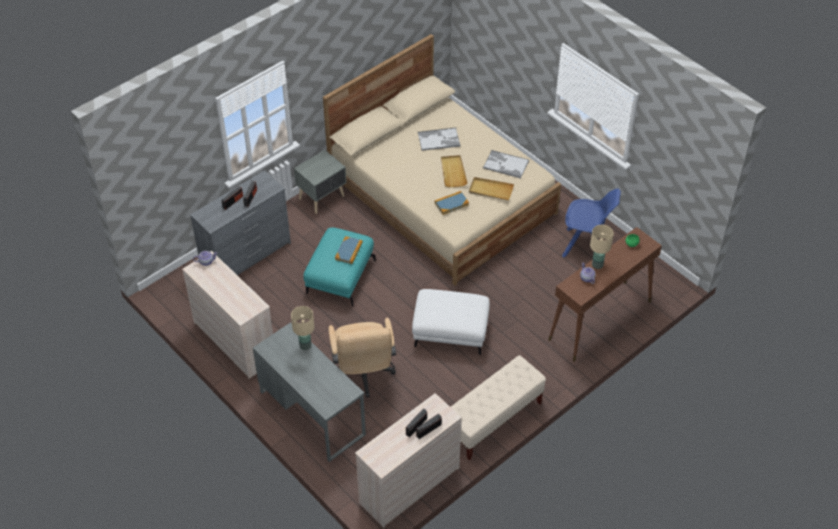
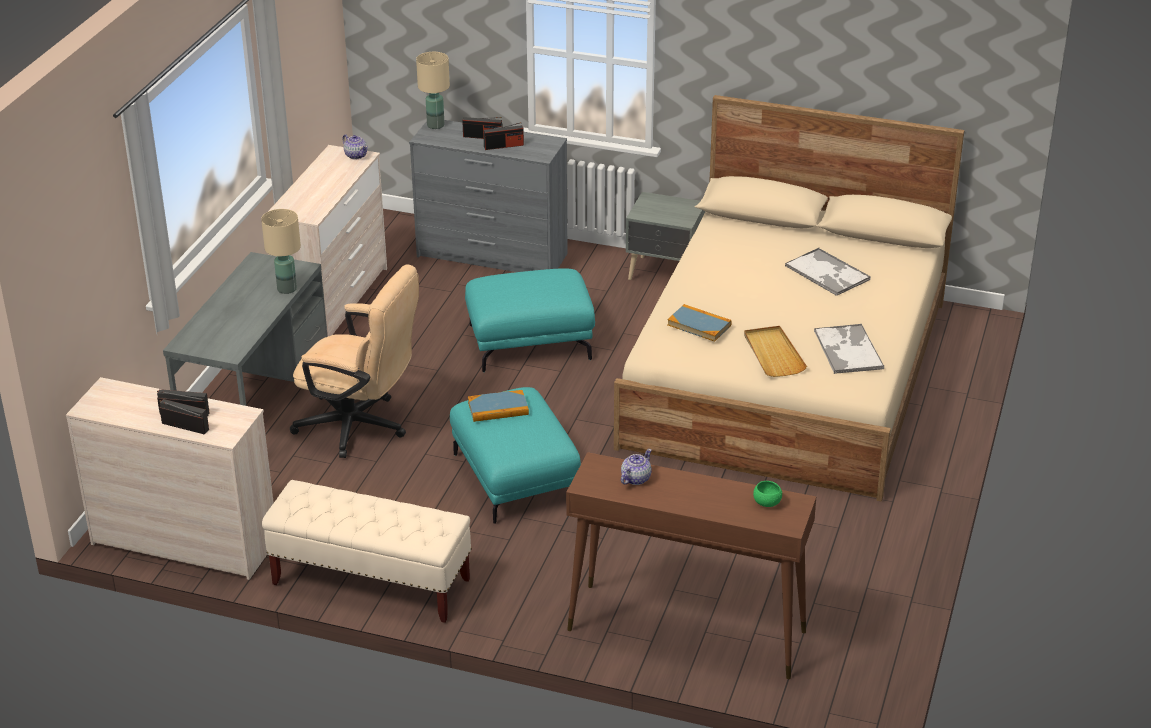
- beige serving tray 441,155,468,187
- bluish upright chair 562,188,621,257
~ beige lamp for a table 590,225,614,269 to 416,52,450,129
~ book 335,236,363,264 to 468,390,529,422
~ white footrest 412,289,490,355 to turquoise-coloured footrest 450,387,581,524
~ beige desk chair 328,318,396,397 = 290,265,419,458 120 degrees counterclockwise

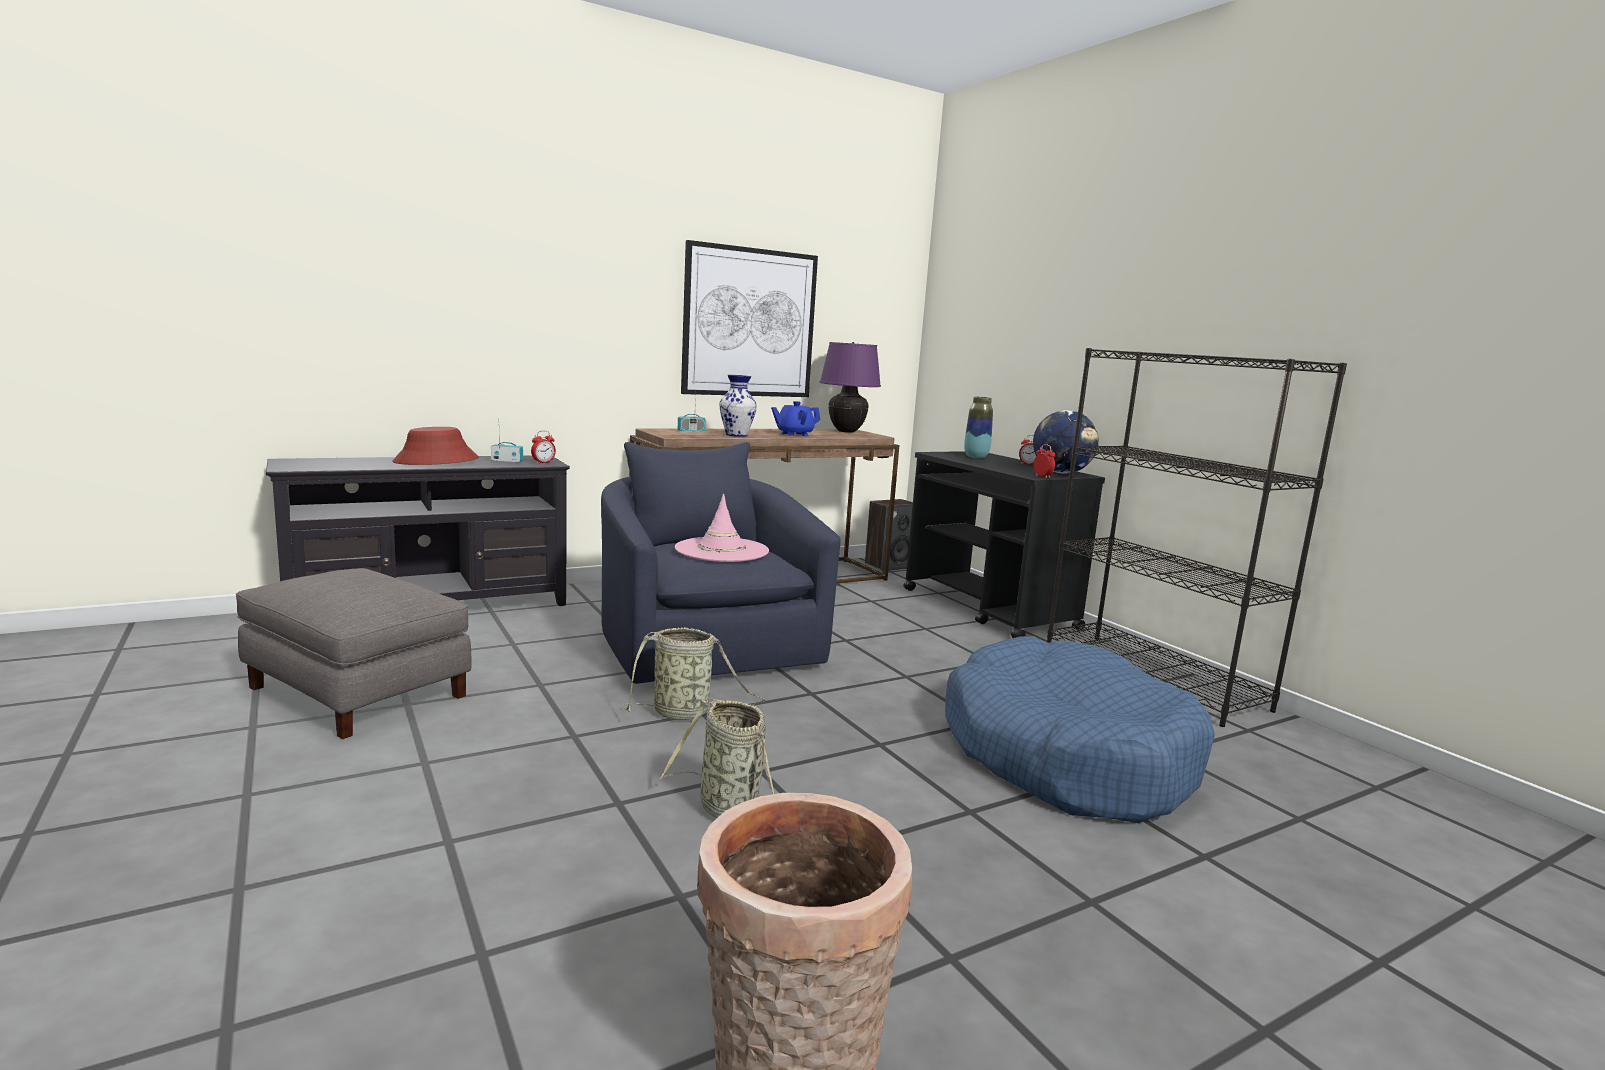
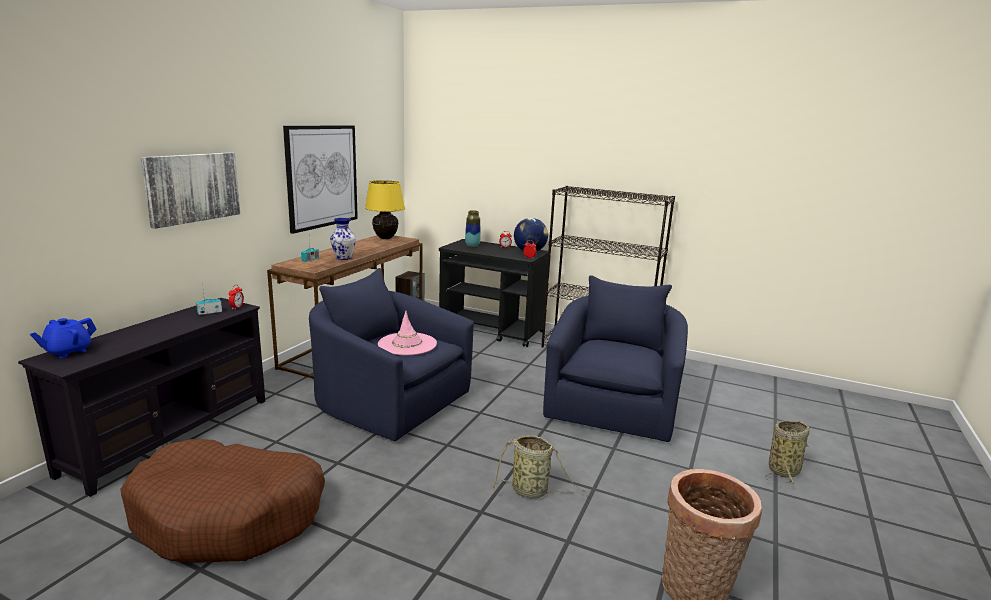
~ purplish lamp for a table 820,342,881,433 to yellowish lamp for a table 365,180,405,239
~ bluish teapot 771,401,820,436 to 30,318,97,358
- red-coloured hat 392,427,479,465
~ greyish footrest 236,568,472,739 to brownish dog cushion 120,439,325,563
~ basket 622,627,766,720 to 765,420,809,484
~ bluish dog cushion 945,636,1215,823 to bluish armchair 543,275,688,442
+ picture 141,152,240,229

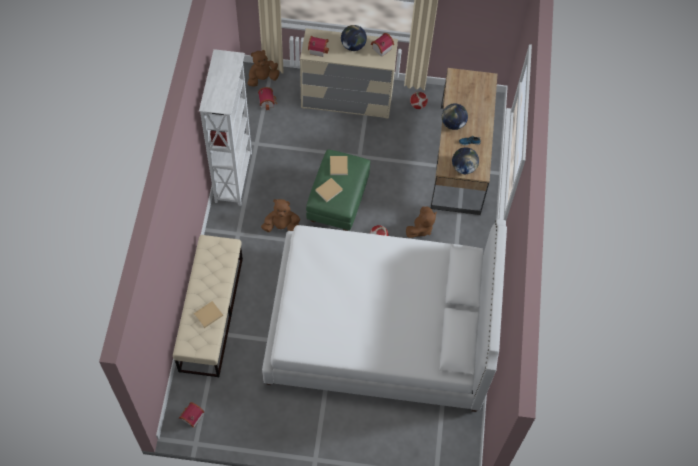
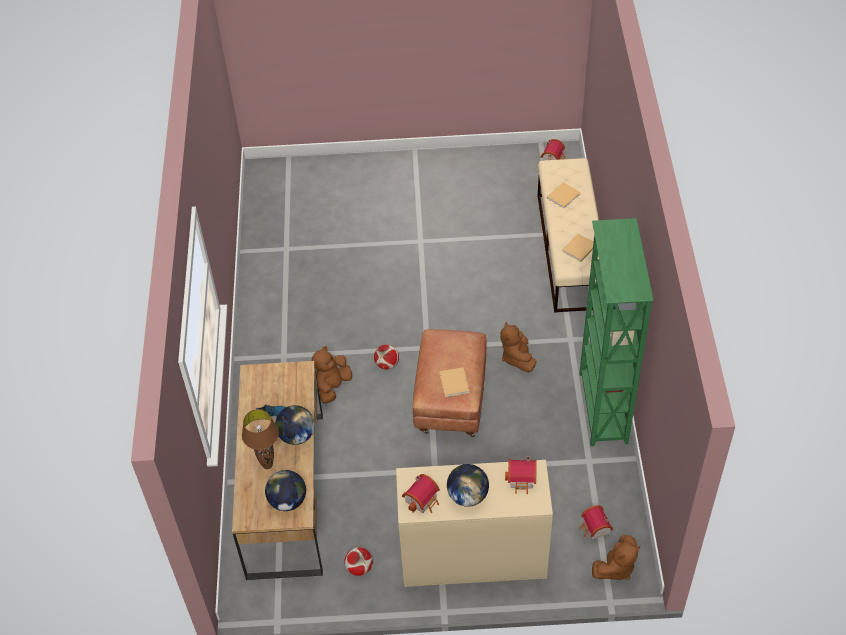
~ white bookcase 199,49,252,206 to greenish bookcase 579,218,654,446
~ globe 452,147,479,174 to 265,470,306,511
~ greenish footrest 306,150,370,231 to brownish footrest 413,329,487,437
~ beige book 315,178,343,202 to 562,234,593,262
~ brownish soft toy 261,199,300,232 = 500,322,536,372 90 degrees clockwise
- white sleeping bed 262,219,507,412
+ brownish lamp for a table 242,409,279,469

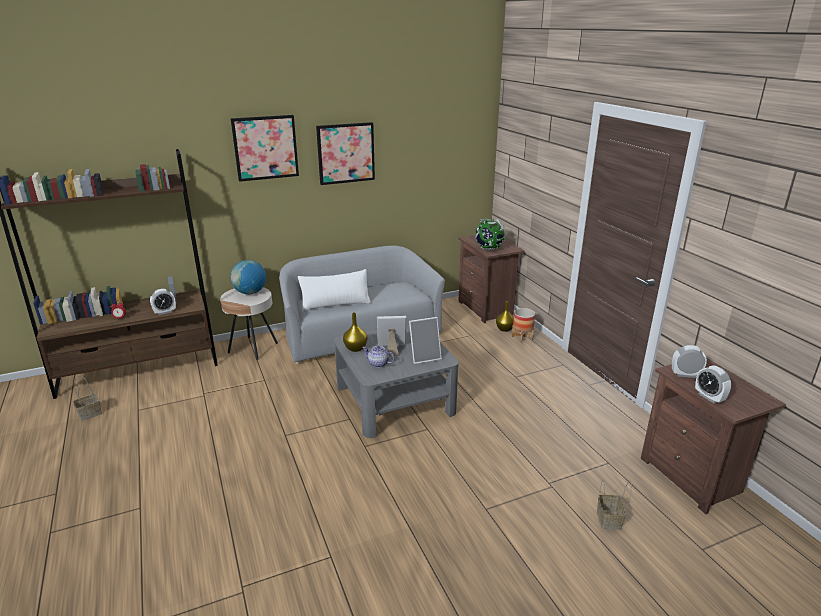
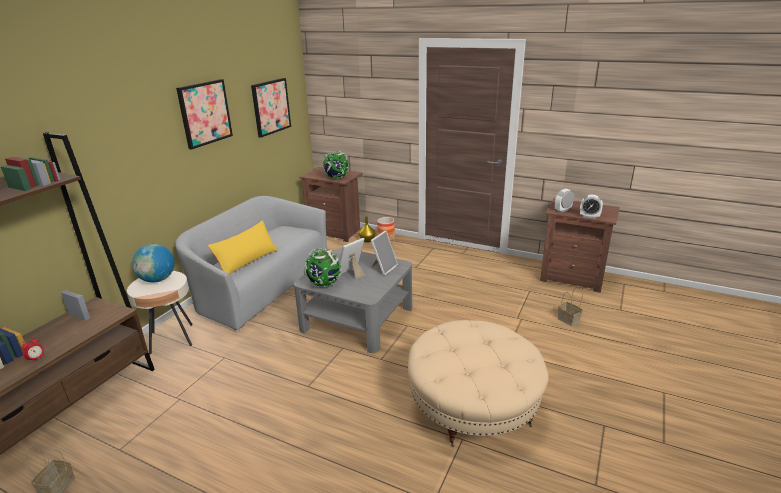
~ picture 231,115,299,182 to 251,78,291,138
~ white cushion 298,269,371,312 to yellowish cushion 208,220,278,274
- table clock 150,289,176,315
~ yellowish decorative vase 343,313,367,352 to globe 304,248,342,288
- teapot 362,345,395,368
+ beige footrest 408,320,549,447

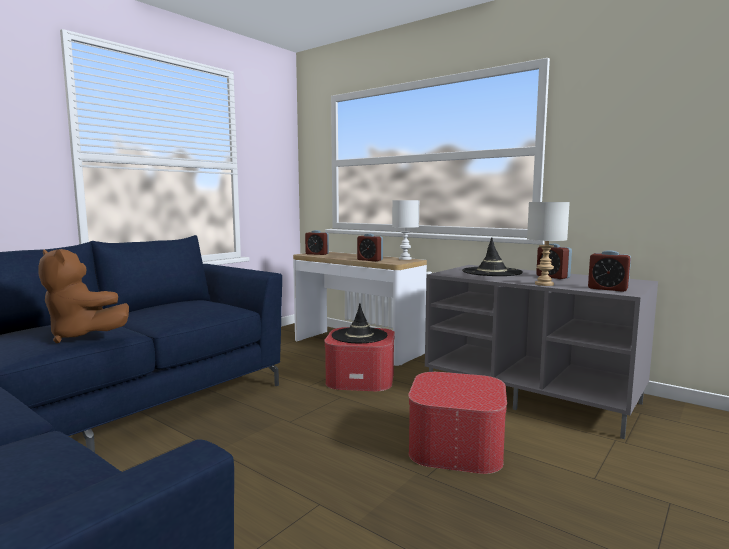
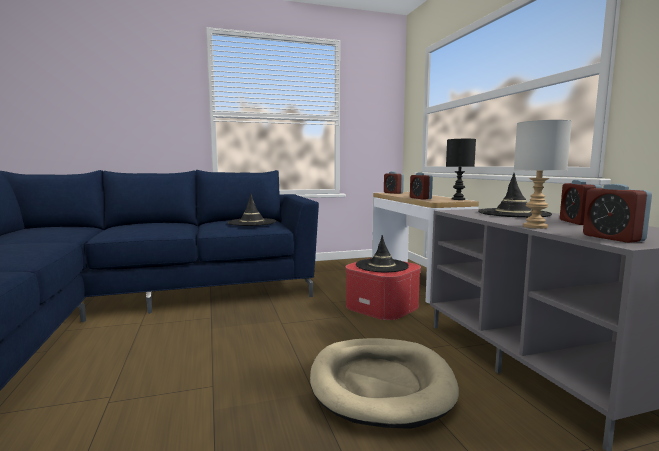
~ white lamp for a table 392,200,419,260 to black lamp for a table 446,139,476,200
- brownish soft toy 38,249,129,343
~ footrest 409,372,507,474 to beige dog cushion 310,338,459,428
+ black hat 227,194,277,226

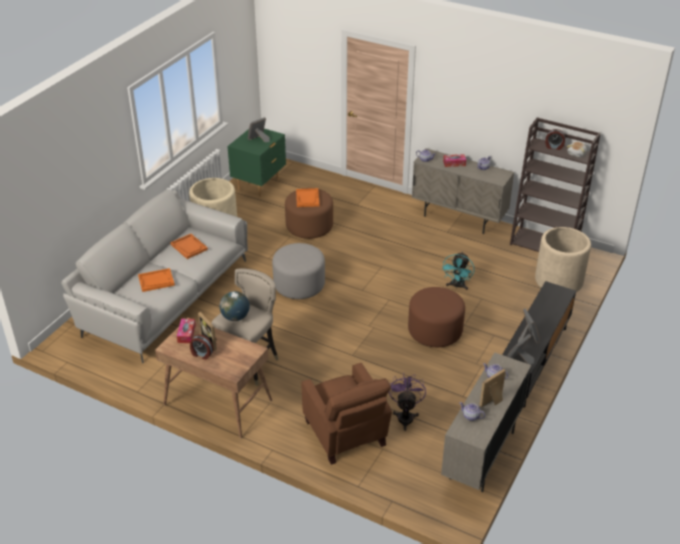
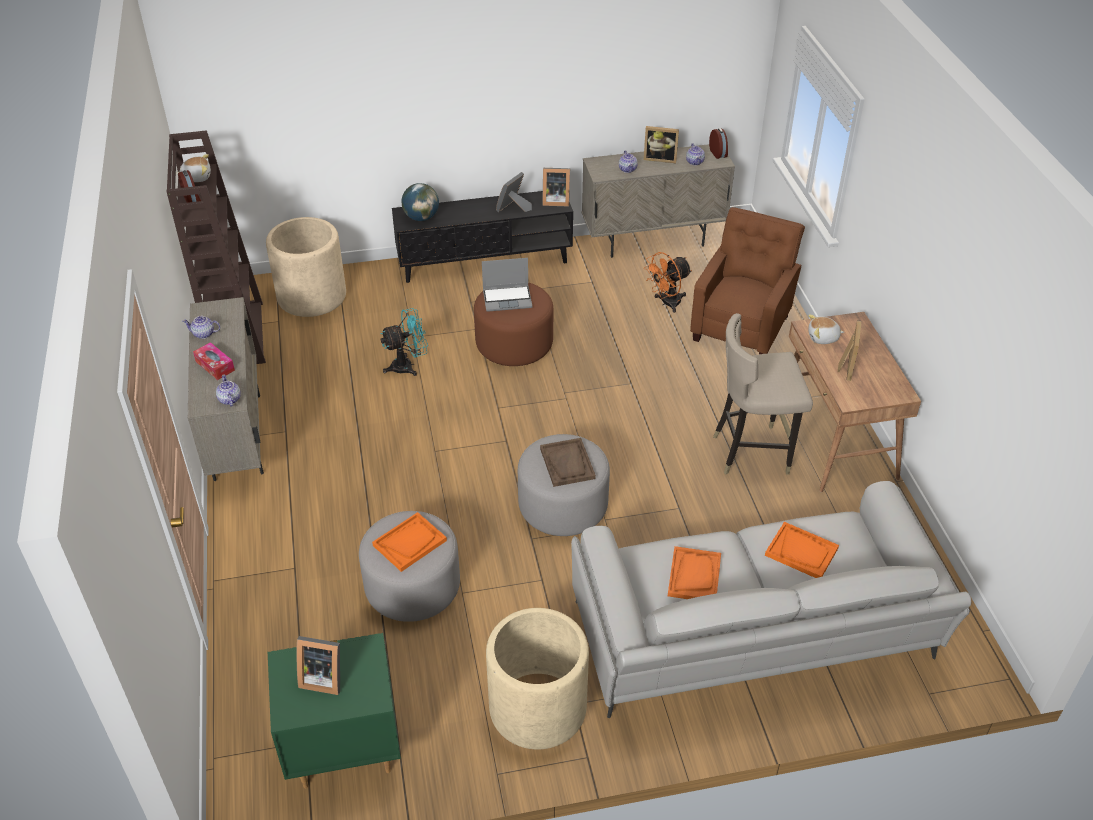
~ brownish footrest 285,188,333,239 to greyish footrest 359,511,460,622
~ globe 220,291,250,321 to 401,183,439,221
- tissue box 177,319,196,343
~ table clock 190,335,214,360 to 709,128,728,159
~ purplish fan 389,373,426,431 to orangey fan 644,252,692,313
+ laptop 482,258,532,312
+ soft toy 808,315,844,344
+ brownish serving tray 540,438,596,487

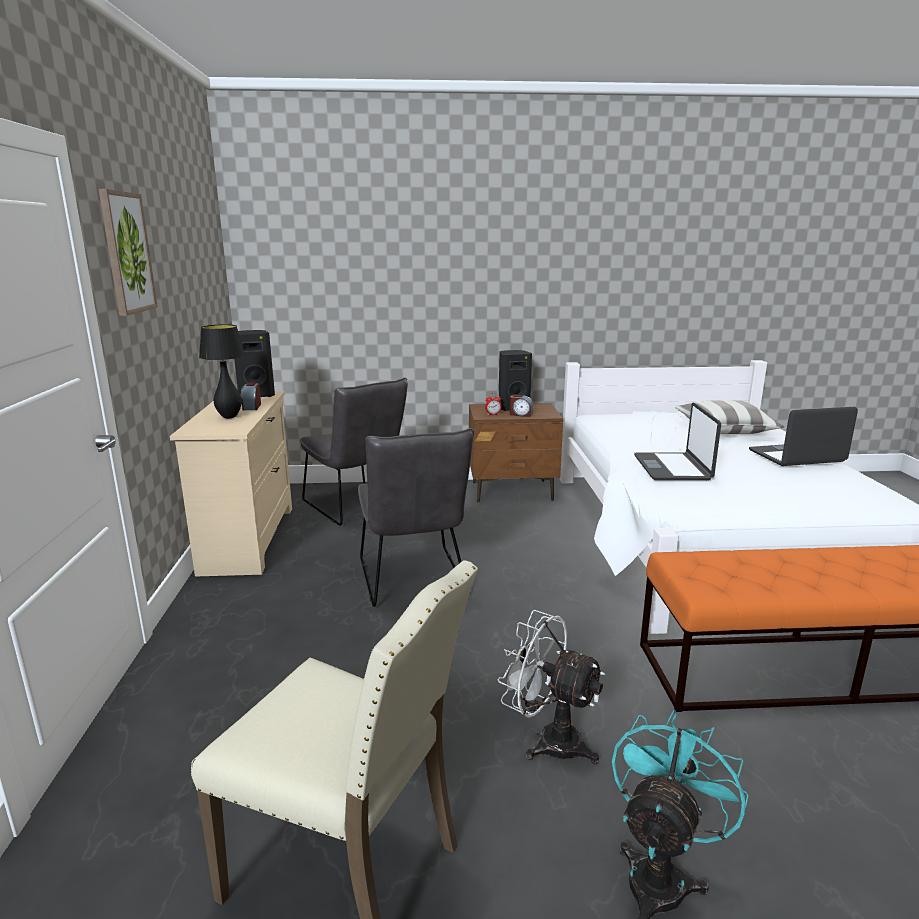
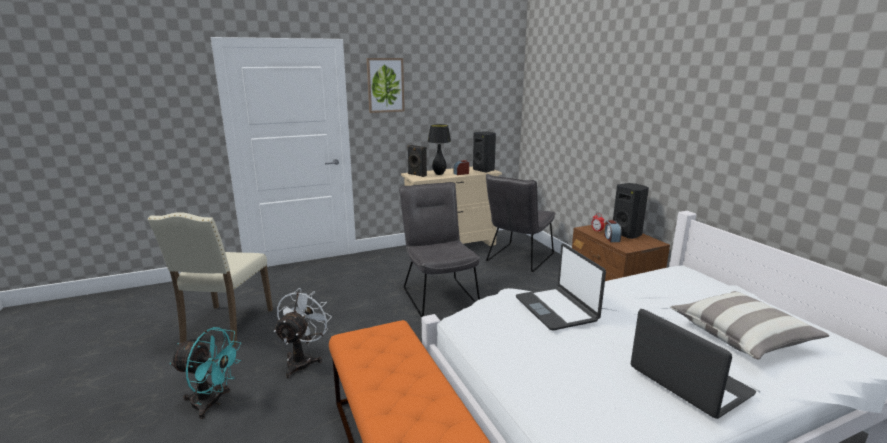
~ laptop 634,402,721,480 = 516,244,606,331 90 degrees counterclockwise
~ greyish upright chair 358,428,474,607 = 399,182,480,318 105 degrees clockwise
+ black loudspeaker 407,145,427,177

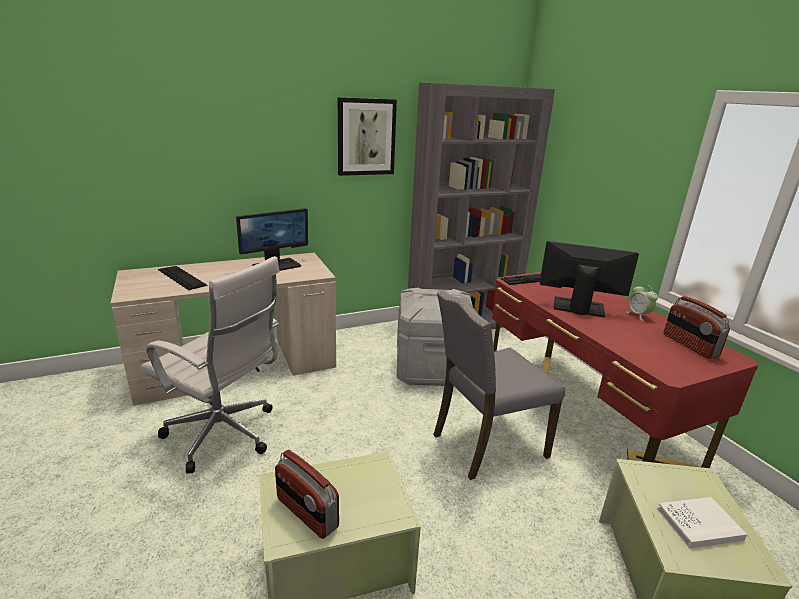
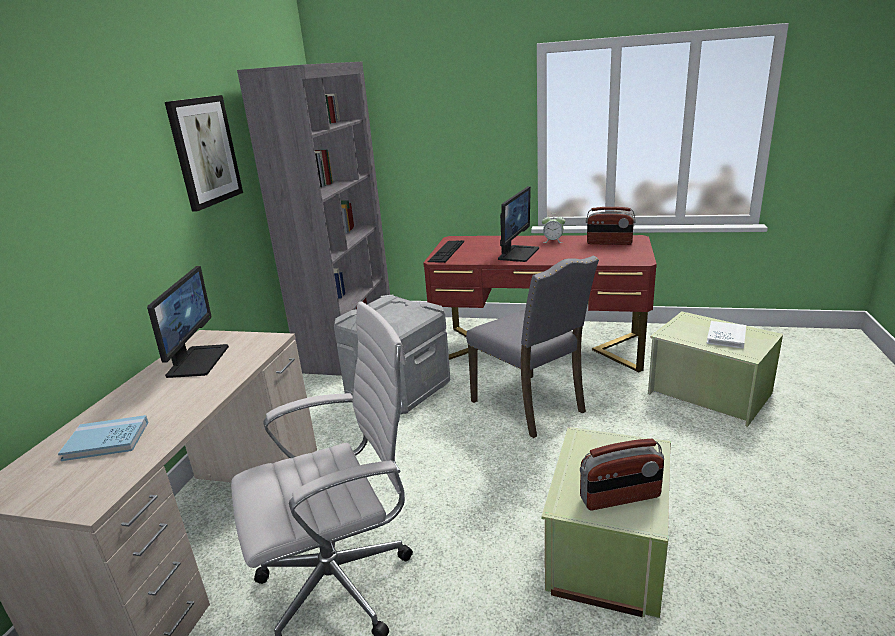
~ computer screen 540,241,639,317 = 498,186,539,262 150 degrees clockwise
~ PC keyboard 158,266,208,290 to bluish book 58,415,149,461
~ greyish upright chair 433,290,565,480 = 466,256,599,438 45 degrees counterclockwise

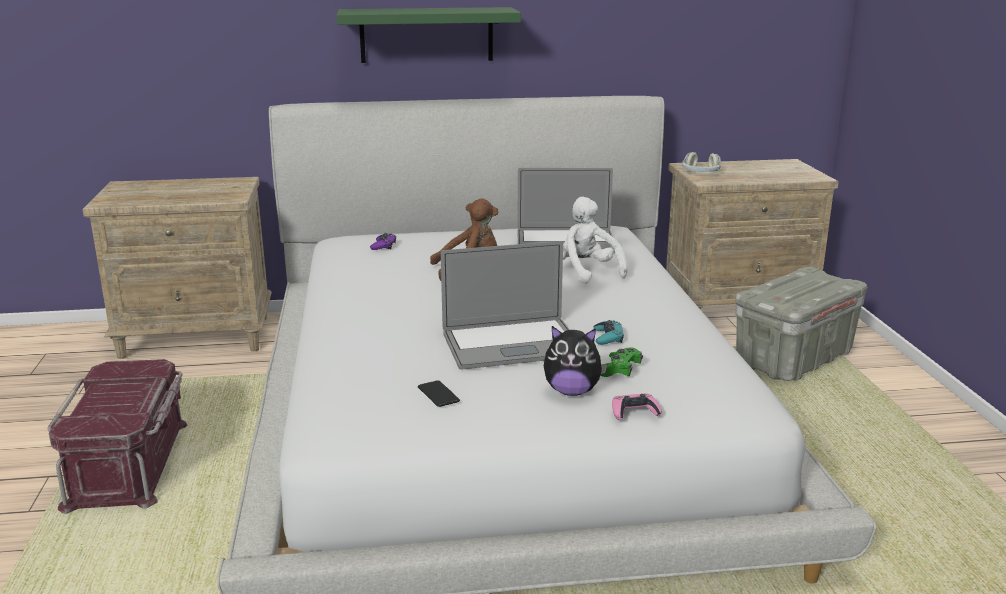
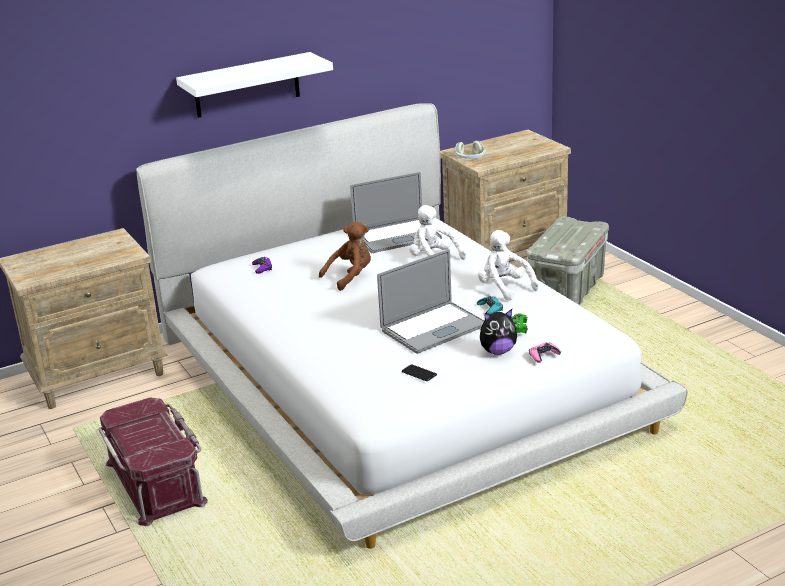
~ greenish shelf 337,7,521,63 to white shelf 176,52,333,118
+ white soft toy 478,230,539,301

